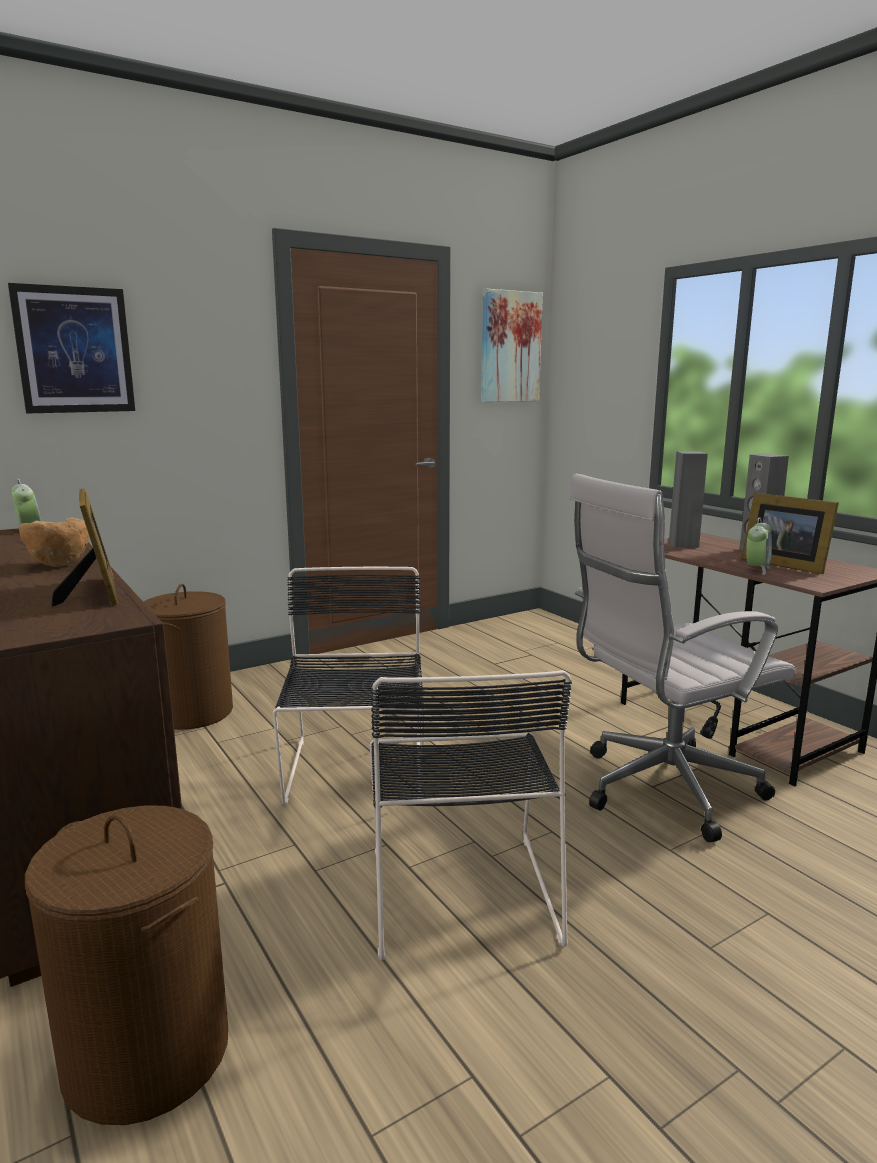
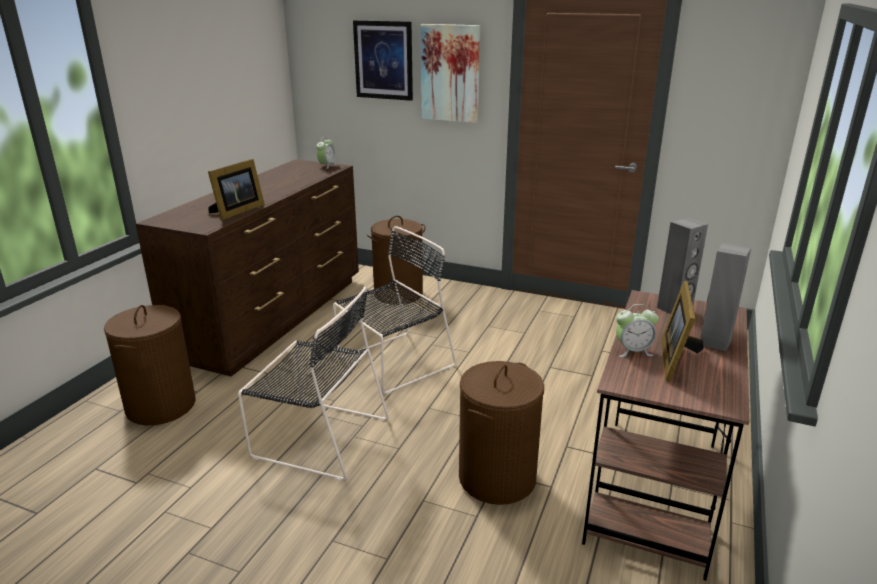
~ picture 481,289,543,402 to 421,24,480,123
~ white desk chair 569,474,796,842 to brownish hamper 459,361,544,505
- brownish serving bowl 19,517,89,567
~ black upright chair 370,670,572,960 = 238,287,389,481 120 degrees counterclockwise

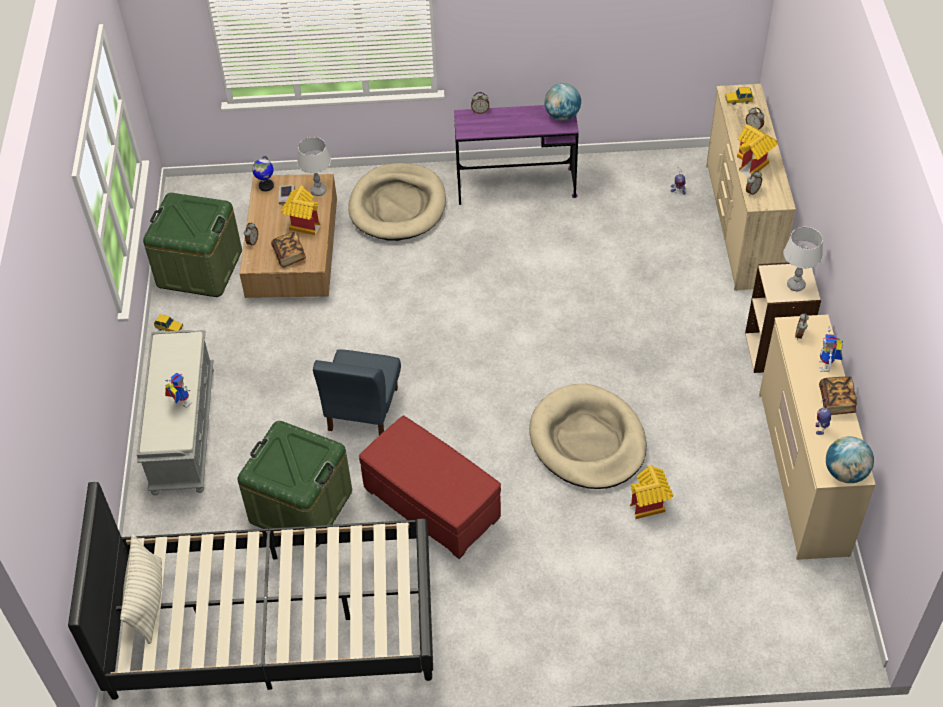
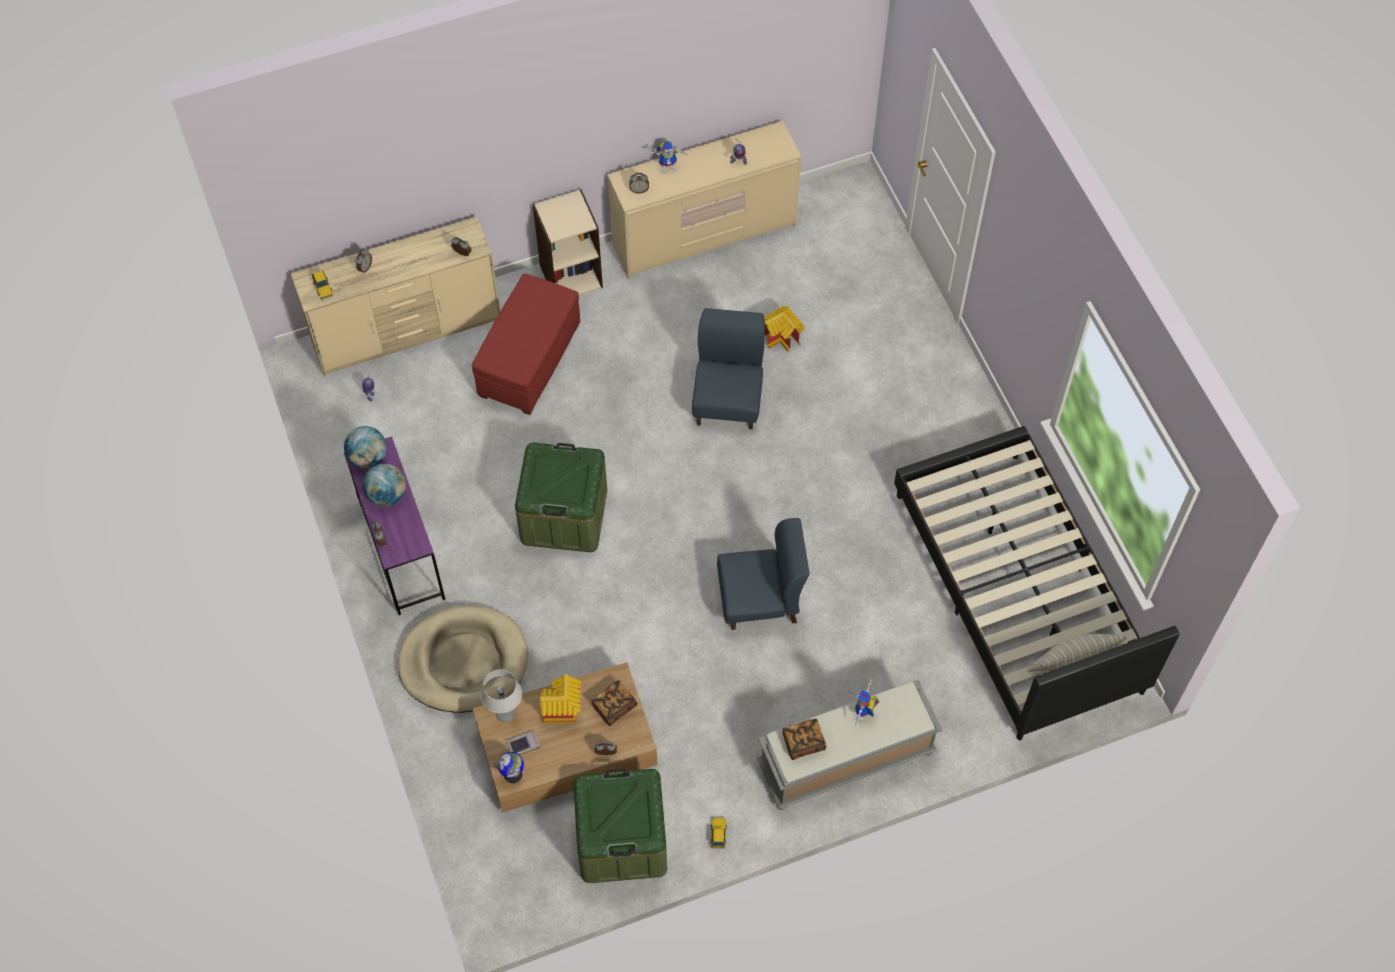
- toy house 737,124,778,177
- greyish lamp for a table 784,227,823,291
~ book 819,376,857,415 to 782,719,826,760
~ beige dog cushion 529,384,646,489 to bluish upright chair 692,308,765,429
~ red-coloured footrest 359,415,501,559 to 471,273,580,415
~ greenish storage bin 238,421,352,547 to 515,442,607,552
~ globe 826,436,874,483 to 363,464,406,506

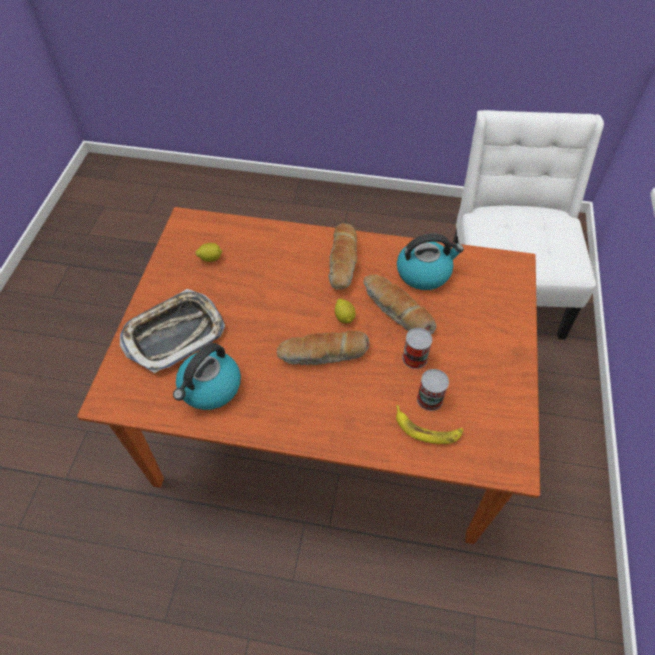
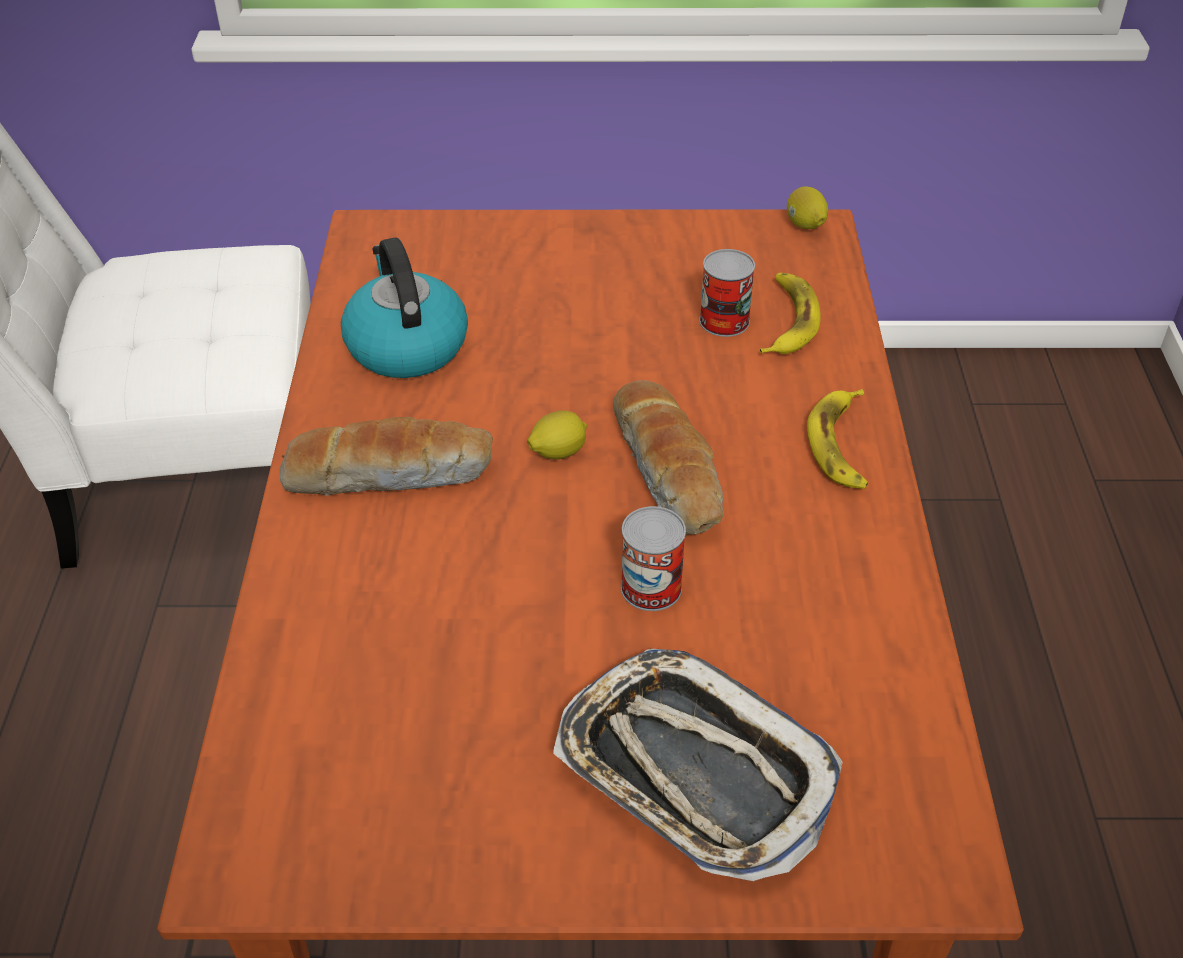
~ whole lemon 196,243,222,262 to 787,186,828,229
- bread 363,274,436,334
~ sealed can 402,328,432,369 to 621,506,686,611
- water kettle 173,343,241,410
+ banana fruit 807,389,868,489

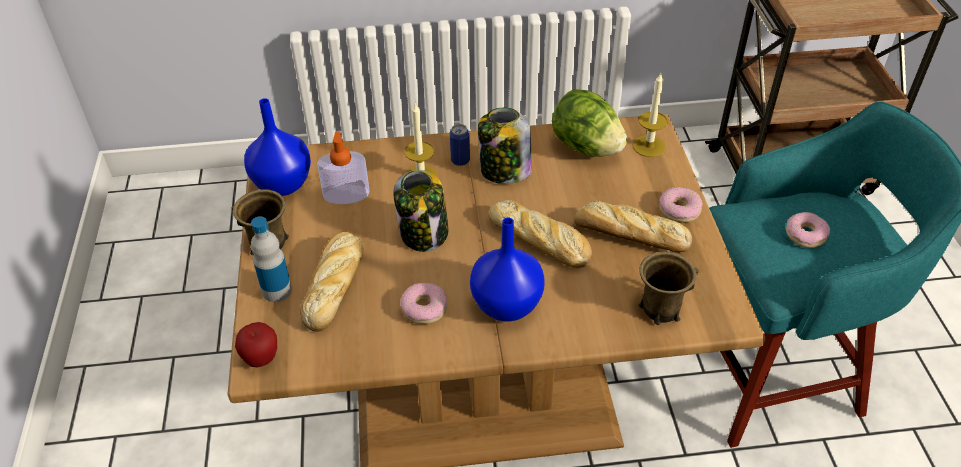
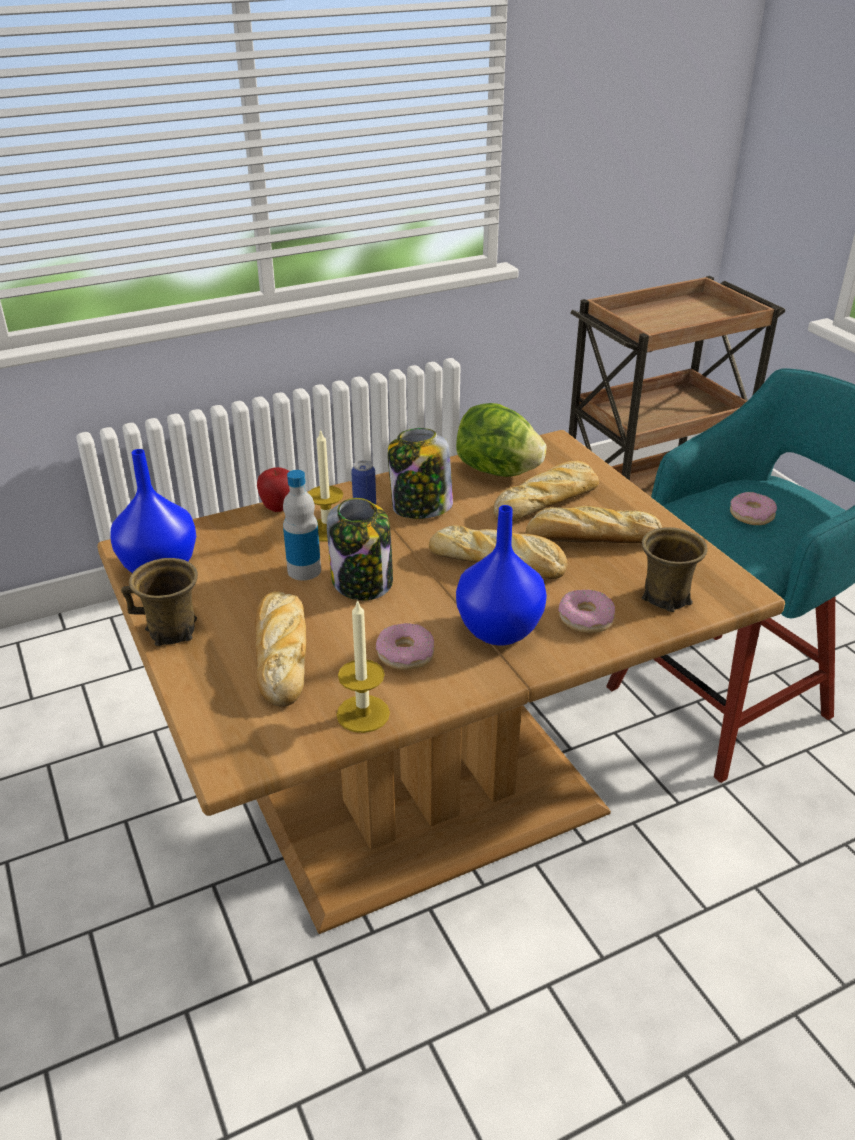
~ wax light 633,73,668,157 to 337,599,390,733
- soap dispenser 317,131,370,204
~ ring doughnut 659,187,702,223 to 558,590,615,633
~ drink bottle 251,216,292,302 to 283,470,321,580
~ apple fruit 235,322,277,367 to 257,467,290,512
+ bread 493,461,599,521

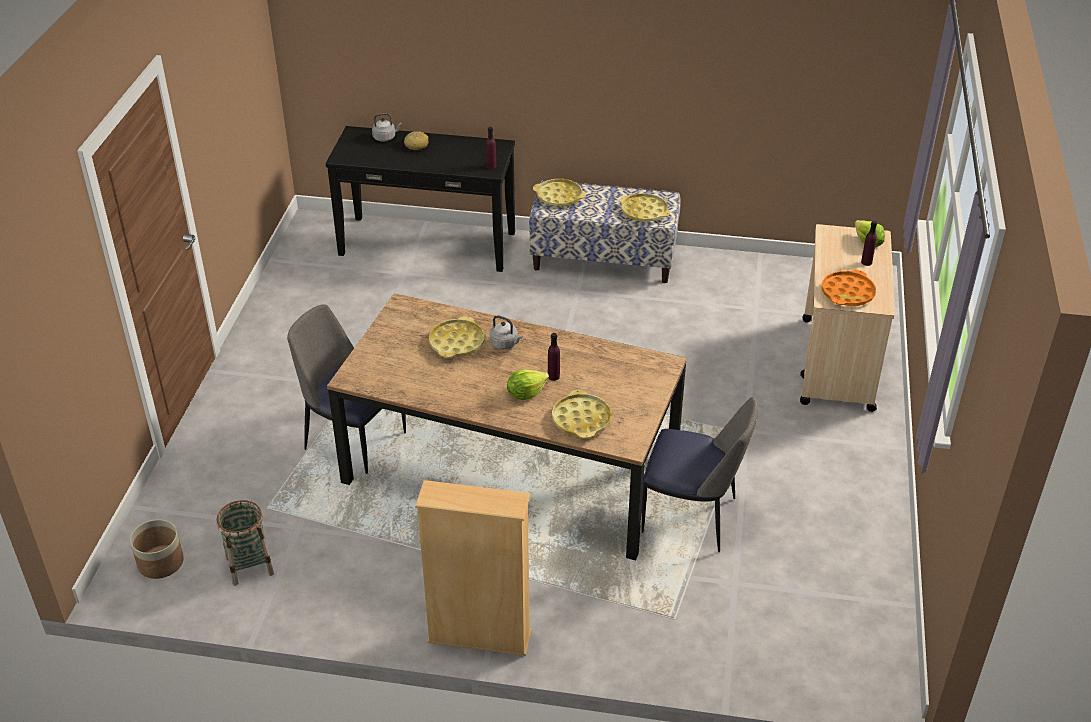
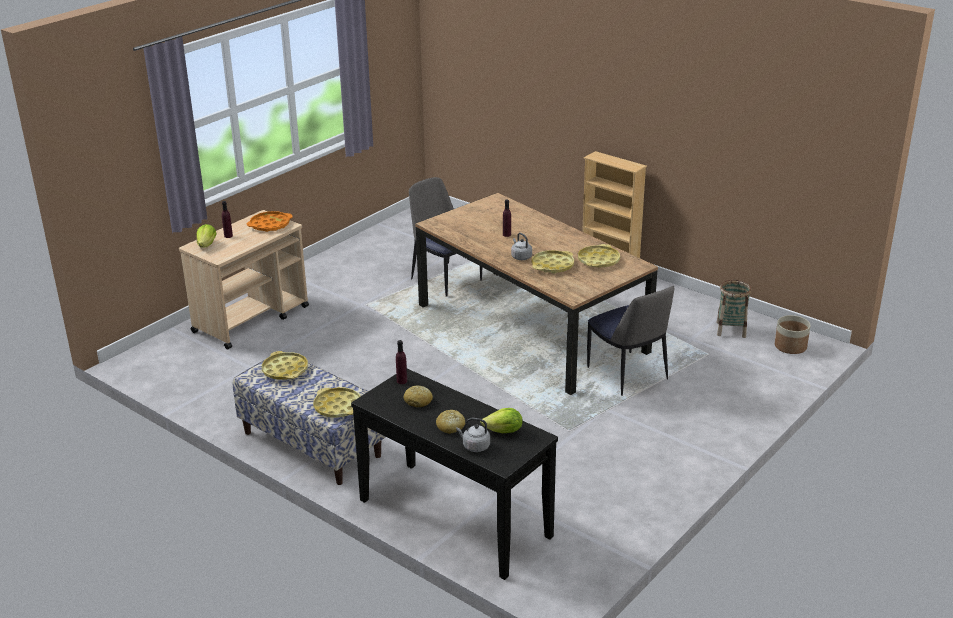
~ lettuce 507,370,549,400 to 481,408,523,433
~ yellowish serving tray 552,390,612,439 to 578,244,620,267
+ bread 404,386,433,408

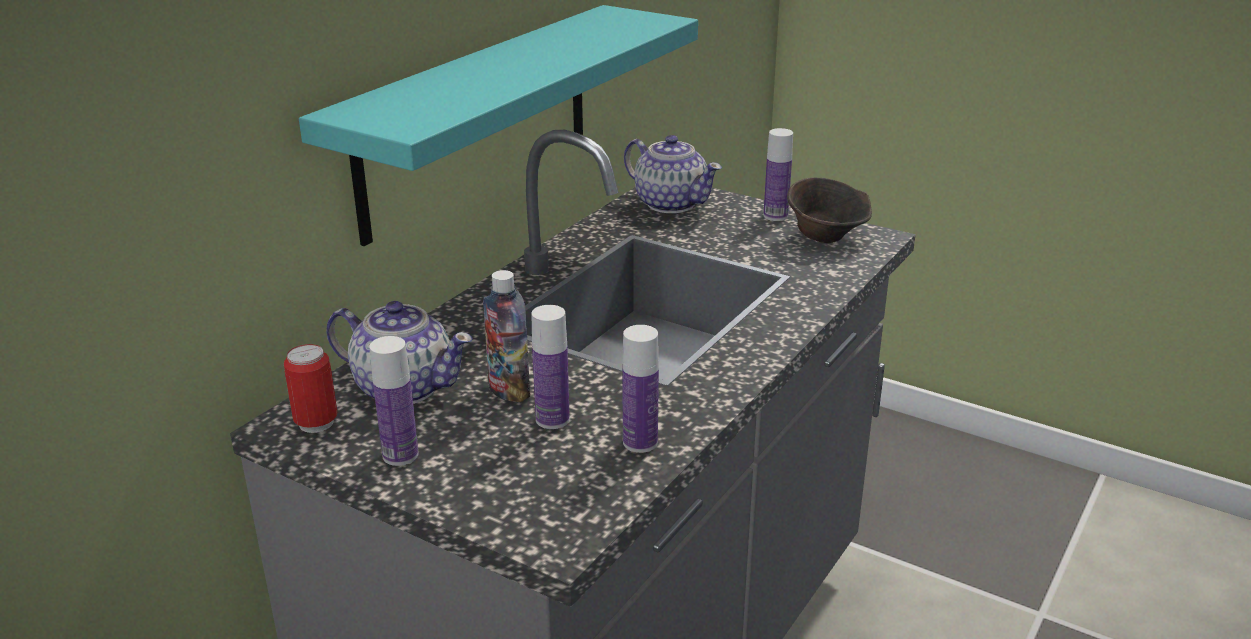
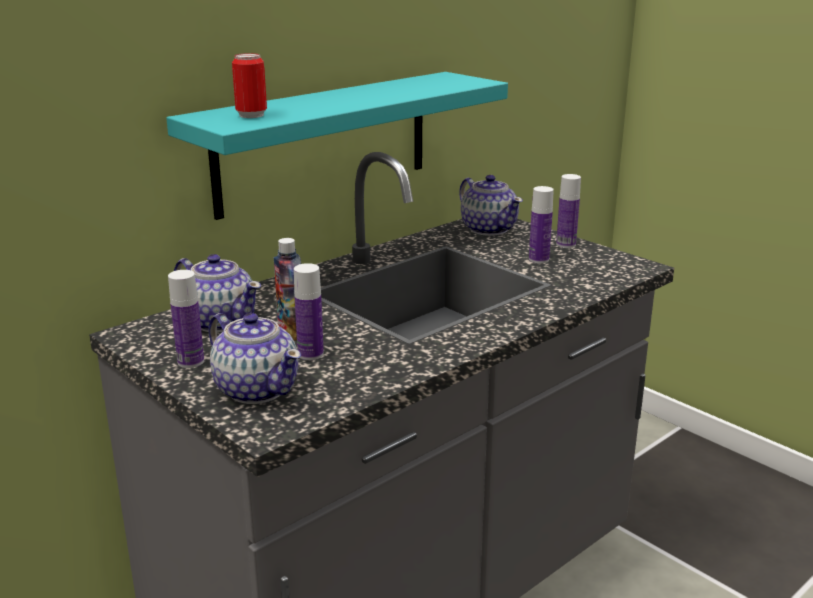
- brownish serving bowl 787,178,872,243
~ drink bottle 622,325,659,453 to 529,186,554,263
~ sealed can 284,344,337,433 to 232,53,267,118
+ teapot 208,313,301,404

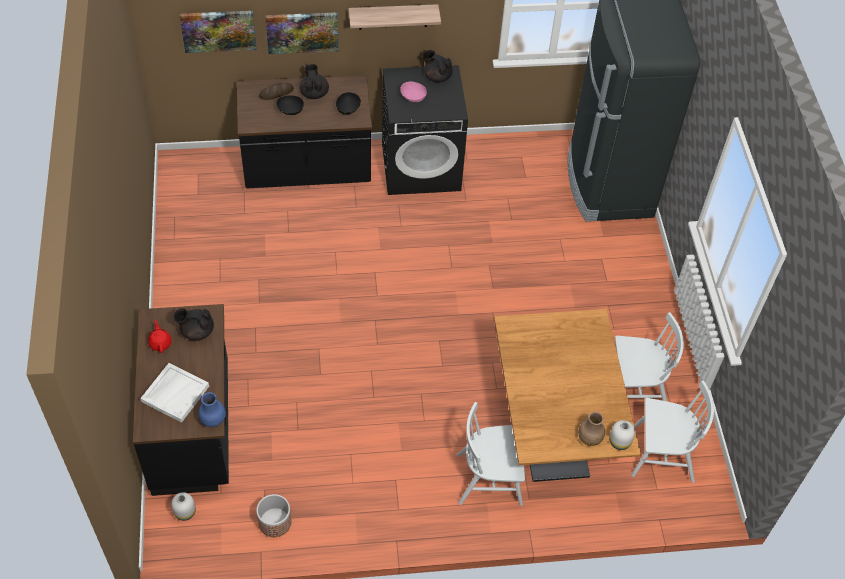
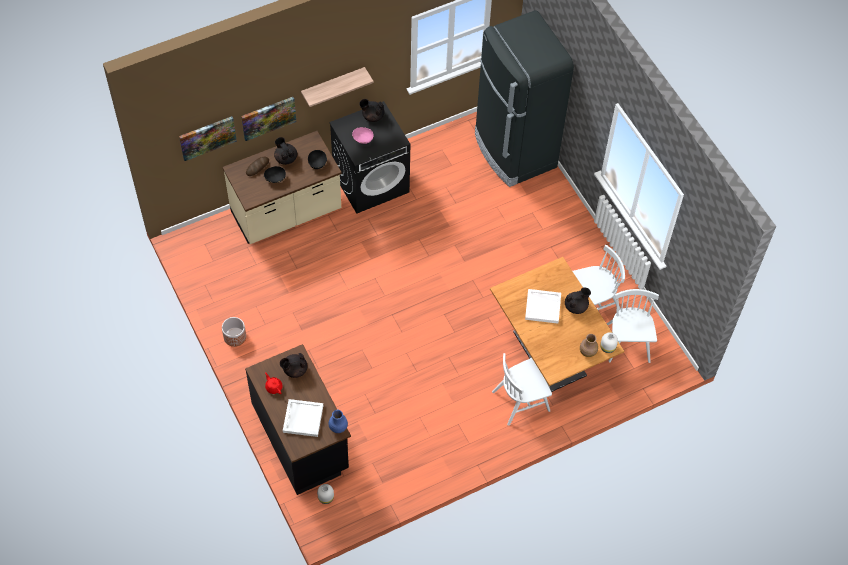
~ black kitchen counter 237,75,372,188 to beige kitchen counter 222,131,342,244
~ white upright chair 631,380,714,483 = 607,289,659,363 75 degrees counterclockwise
~ plant pot 256,494,292,537 to 222,317,246,347
+ black teapot 565,287,591,314
+ white serving tray 525,289,561,324

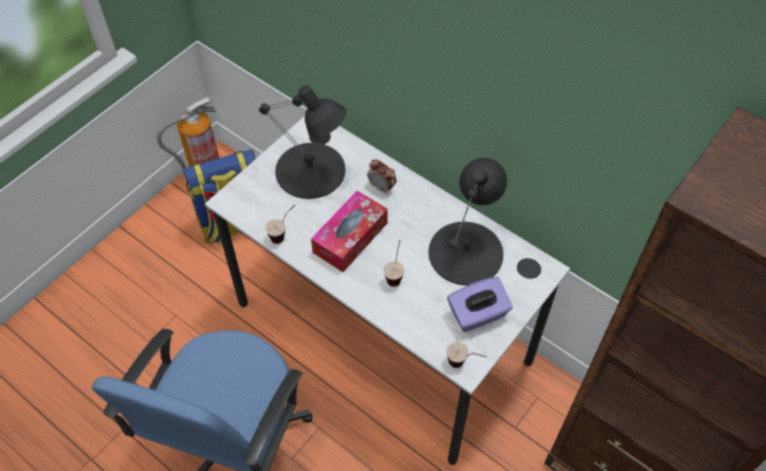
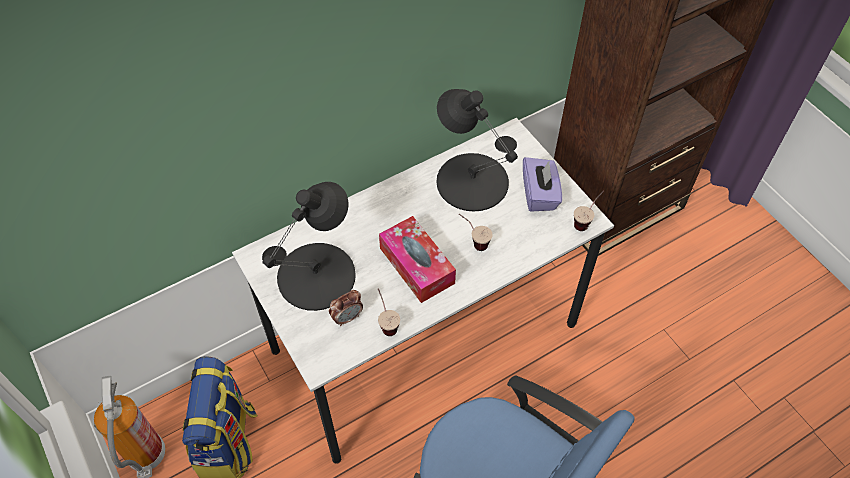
~ table clock 367,159,397,194 to 329,290,363,326

